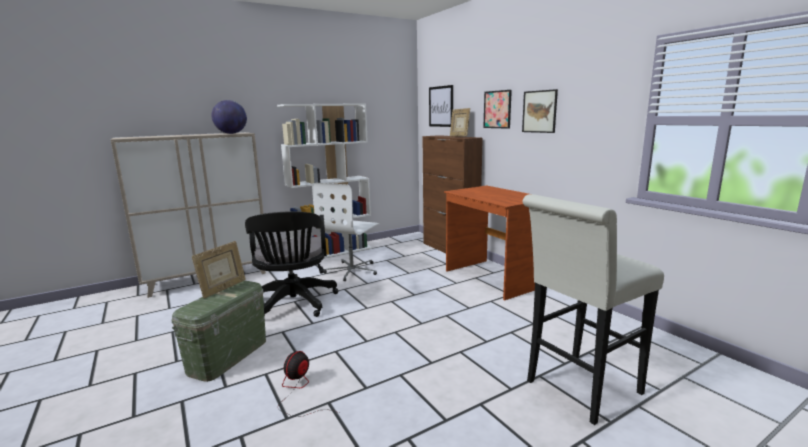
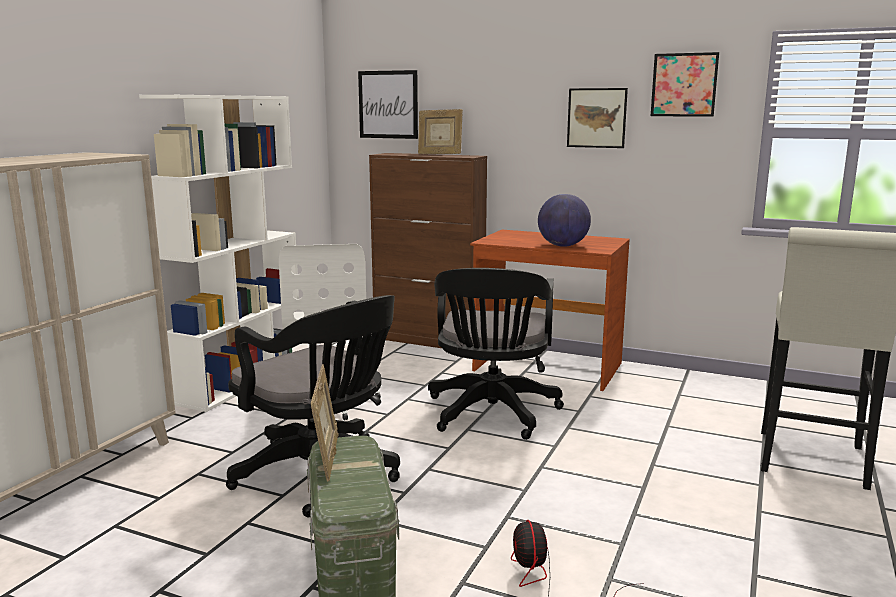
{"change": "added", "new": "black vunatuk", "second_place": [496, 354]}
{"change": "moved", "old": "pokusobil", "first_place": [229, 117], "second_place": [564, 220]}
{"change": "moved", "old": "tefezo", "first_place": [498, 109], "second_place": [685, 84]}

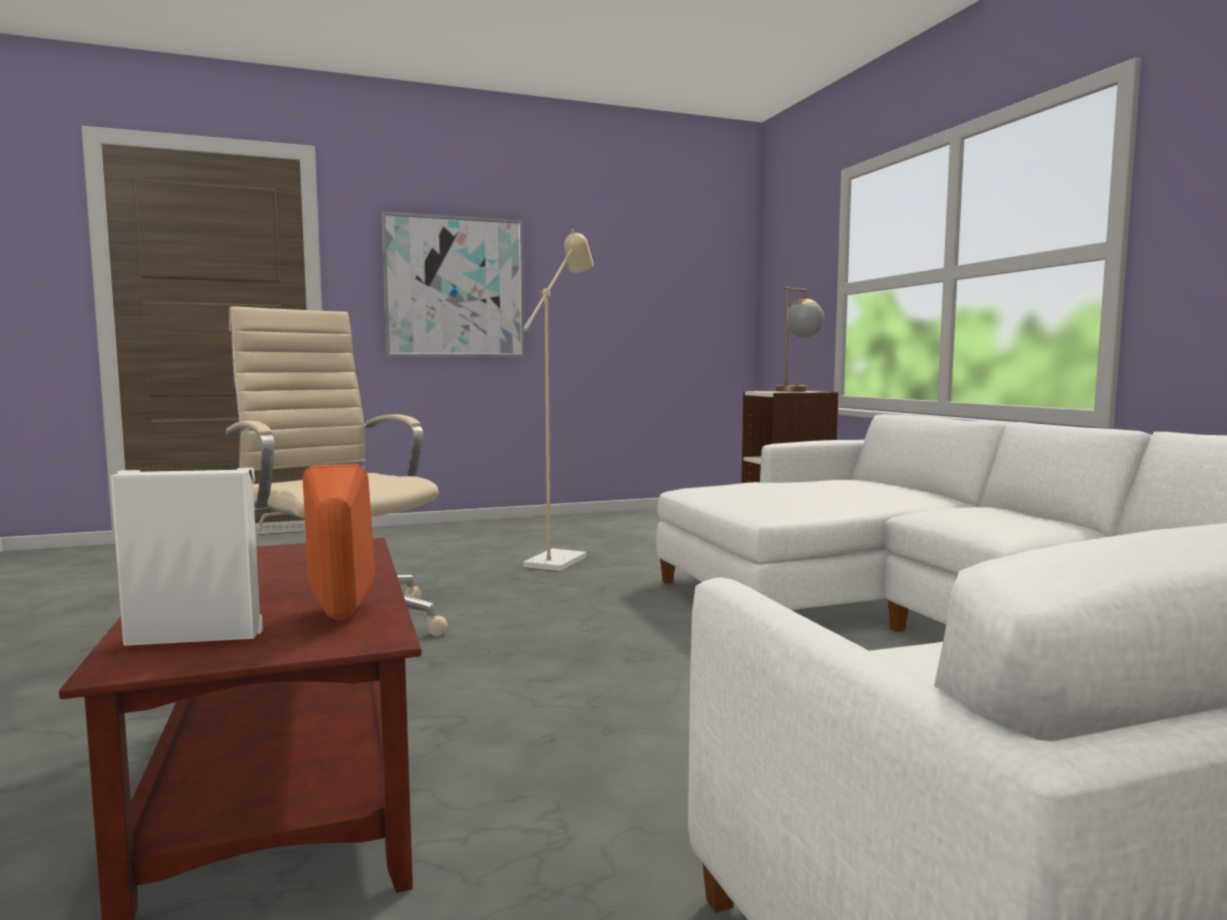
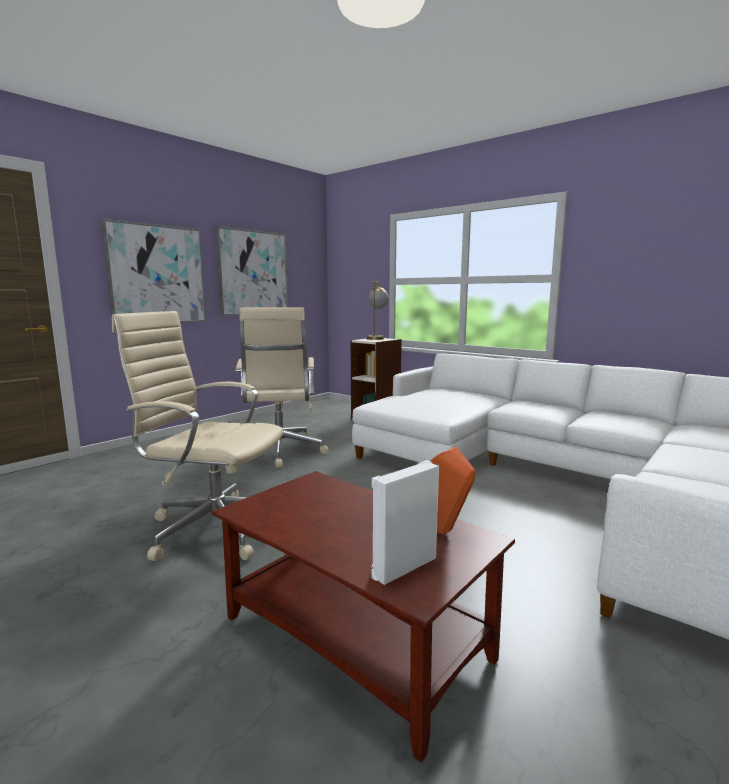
{"change": "added", "new": "tefezo", "second_place": [251, 271]}
{"change": "replaced", "old": "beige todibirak", "new": "beige vunatuk", "first_place": [558, 400], "second_place": [282, 387]}

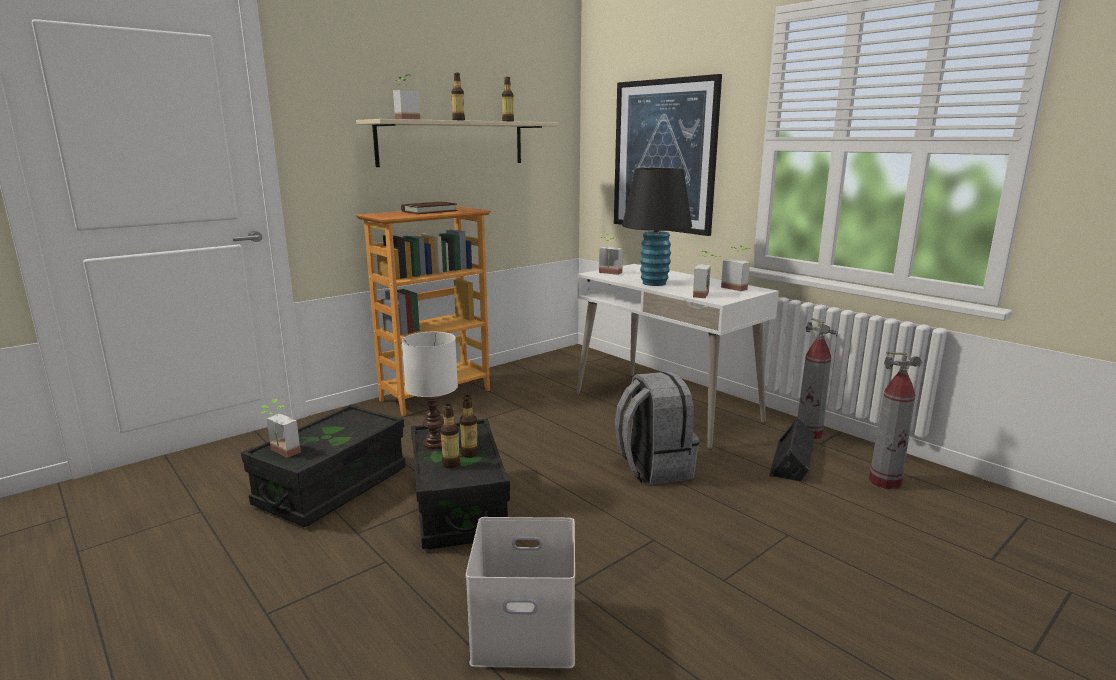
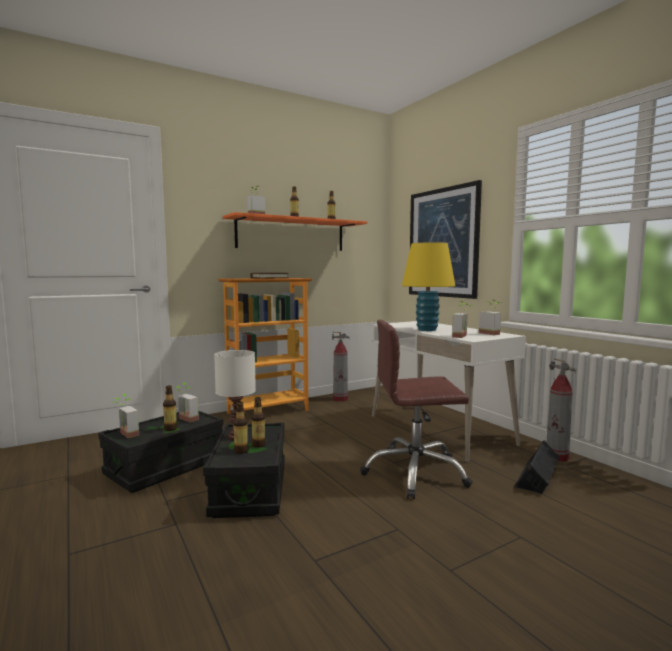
{"change": "removed", "old": "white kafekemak", "first_place": [520, 592]}
{"change": "added", "new": "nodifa", "second_place": [170, 408]}
{"change": "moved", "old": "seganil", "first_place": [611, 254], "second_place": [187, 402]}
{"change": "moved", "old": "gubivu", "first_place": [895, 420], "second_place": [340, 367]}
{"change": "replaced", "old": "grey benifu", "new": "brown vunatuk", "first_place": [657, 428], "second_place": [416, 409]}
{"change": "recoloured", "old": "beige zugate", "new": "orange zugate", "first_place": [457, 143], "second_place": [295, 231]}
{"change": "recoloured", "old": "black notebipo", "new": "yellow notebipo", "first_place": [657, 227], "second_place": [428, 286]}

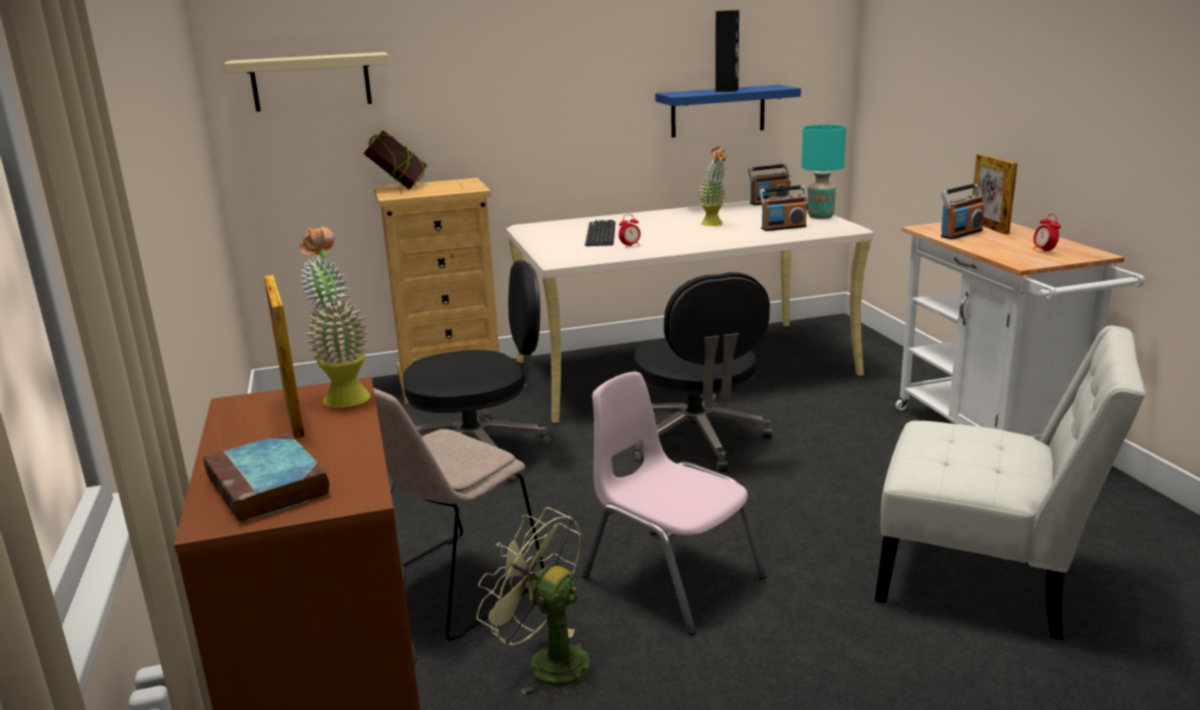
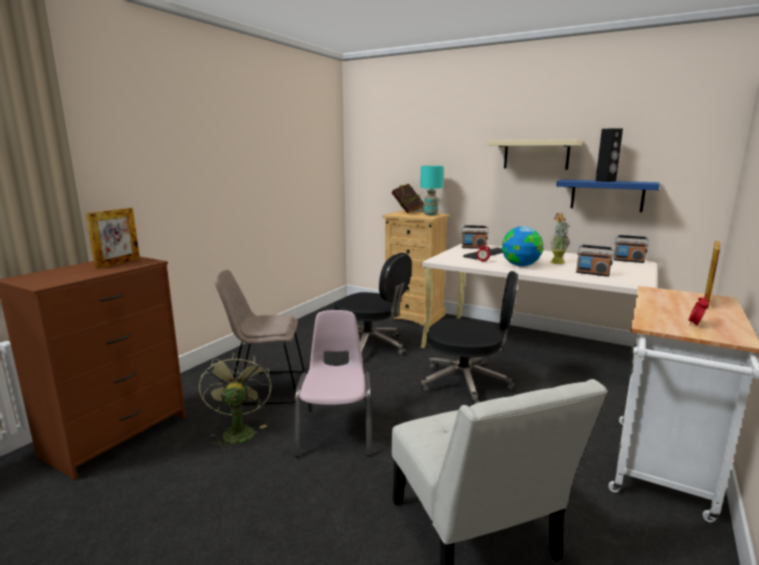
{"change": "removed", "old": "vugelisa", "first_place": [266, 478]}
{"change": "removed", "old": "seganil", "first_place": [334, 317]}
{"change": "added", "new": "pokusobil", "second_place": [523, 246]}
{"change": "moved", "old": "beige zugate", "first_place": [307, 82], "second_place": [534, 155]}
{"change": "moved", "old": "turquoise notebipo", "first_place": [823, 171], "second_place": [432, 190]}
{"change": "moved", "old": "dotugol", "first_place": [963, 211], "second_place": [474, 237]}
{"change": "turned", "old": "black vunatuk", "first_place": [702, 372], "second_place": [469, 338], "degrees": -105}

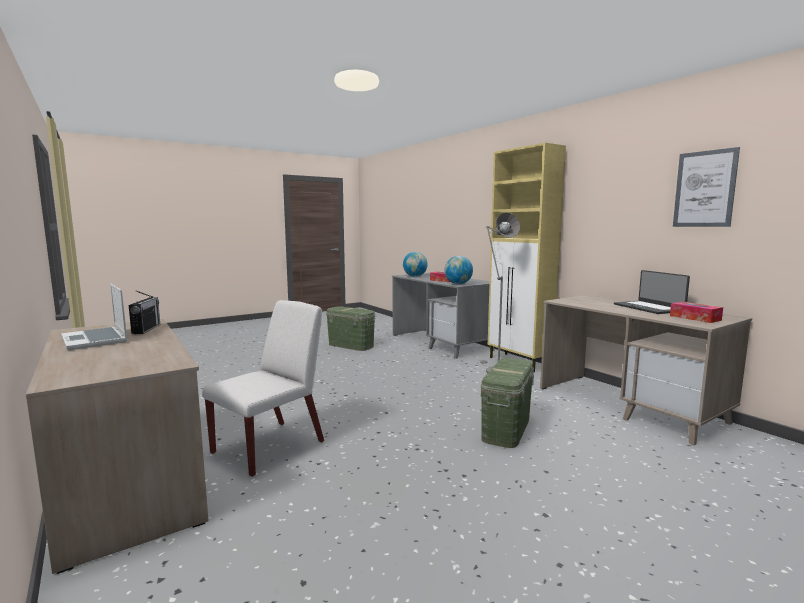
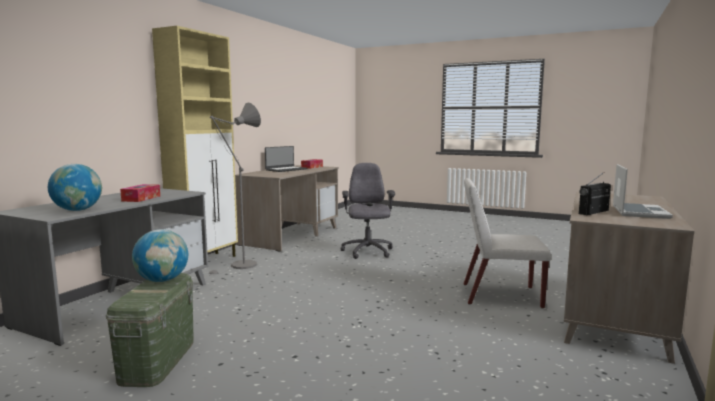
{"change": "removed", "old": "tefezo", "first_place": [706, 187]}
{"change": "moved", "old": "pokusobil", "first_place": [459, 270], "second_place": [160, 255]}
{"change": "replaced", "old": "green kafekemak", "new": "grey vunatuk", "first_place": [507, 403], "second_place": [368, 211]}

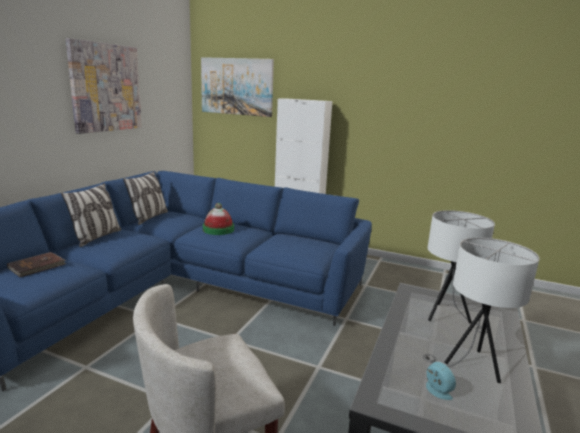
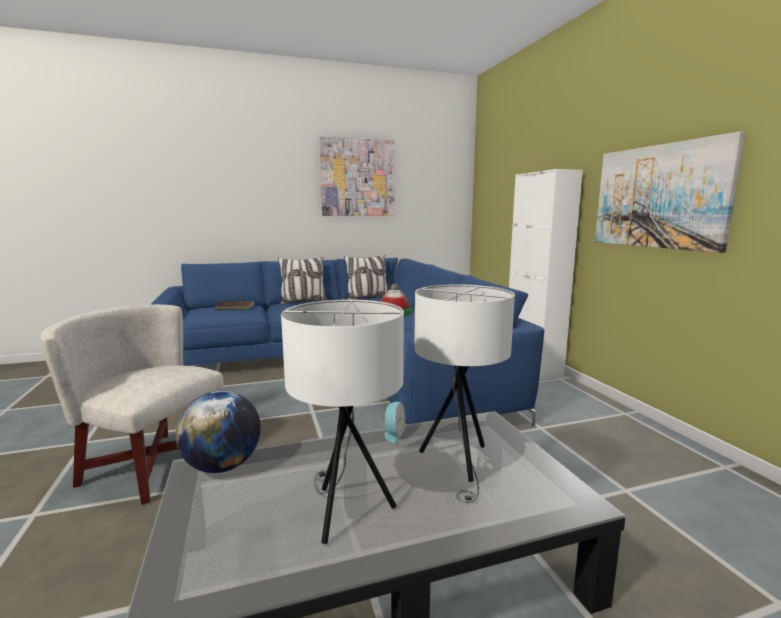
{"change": "added", "new": "pokusobil", "second_place": [218, 432]}
{"change": "moved", "old": "tefezo", "first_place": [237, 87], "second_place": [670, 192]}
{"change": "moved", "old": "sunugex", "first_place": [441, 381], "second_place": [394, 422]}

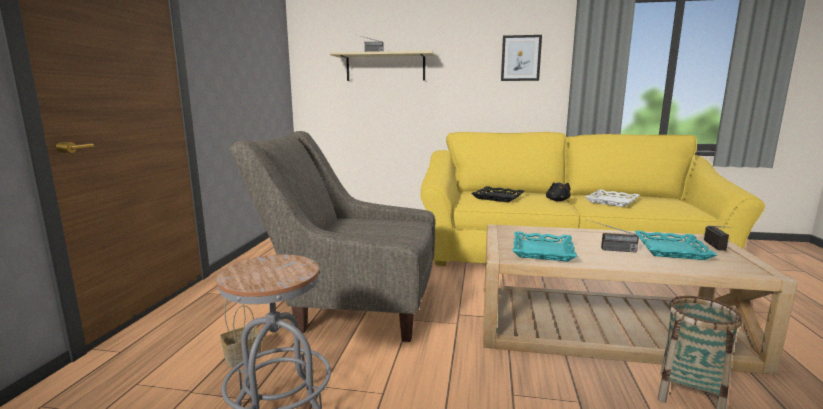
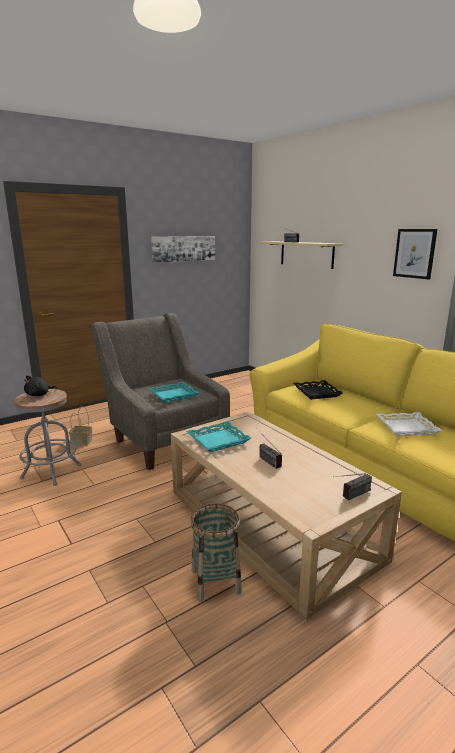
{"change": "added", "new": "tefezo", "second_place": [183, 249]}
{"change": "moved", "old": "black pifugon", "first_place": [558, 191], "second_place": [40, 386]}
{"change": "moved", "old": "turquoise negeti", "first_place": [675, 245], "second_place": [174, 392]}

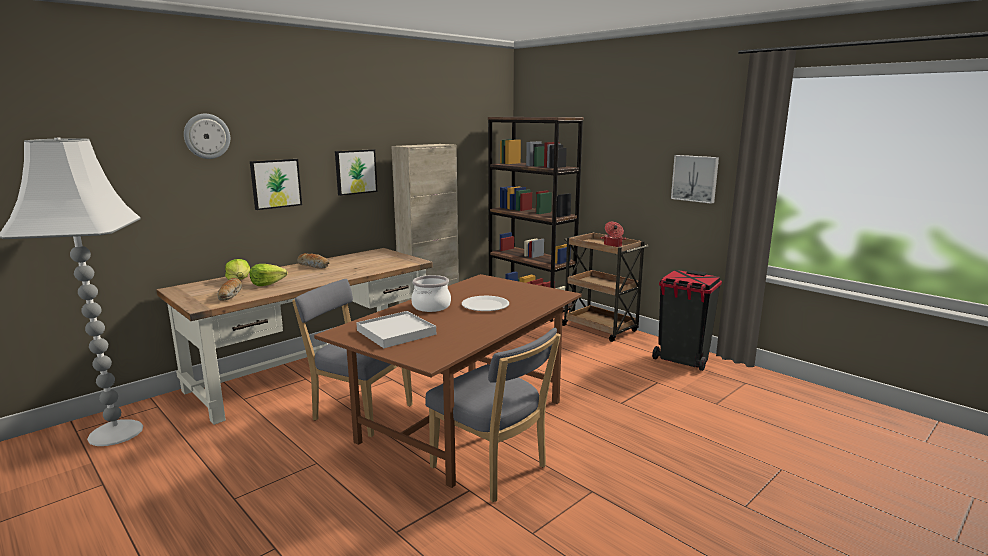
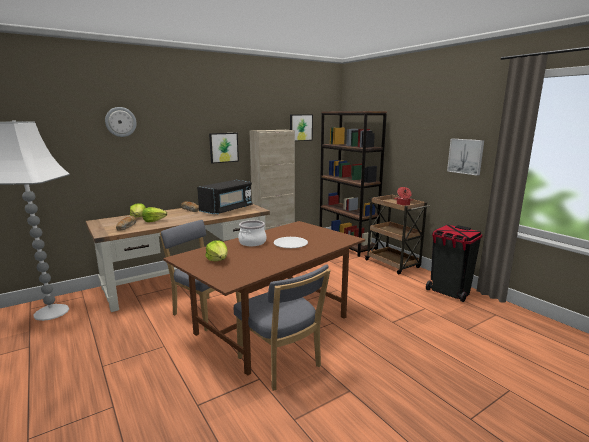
{"change": "added", "new": "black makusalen", "second_place": [224, 197]}
{"change": "moved", "old": "tefezo", "first_place": [276, 184], "second_place": [301, 127]}
{"change": "replaced", "old": "white negeti", "new": "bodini", "first_place": [396, 329], "second_place": [216, 250]}

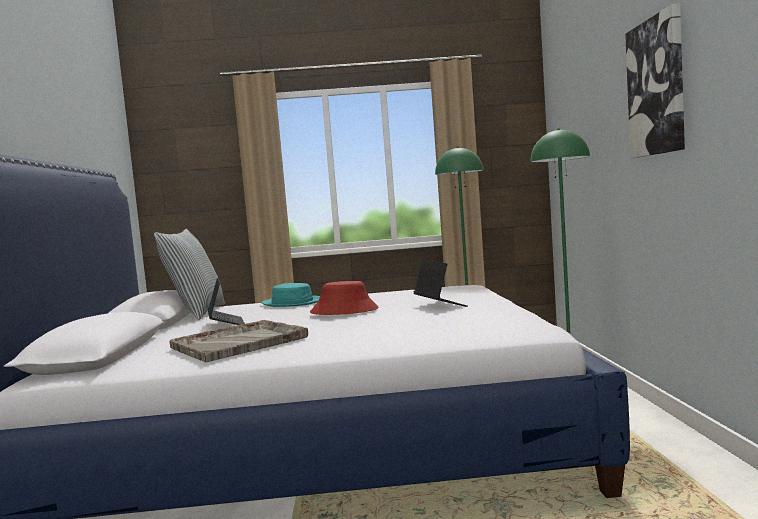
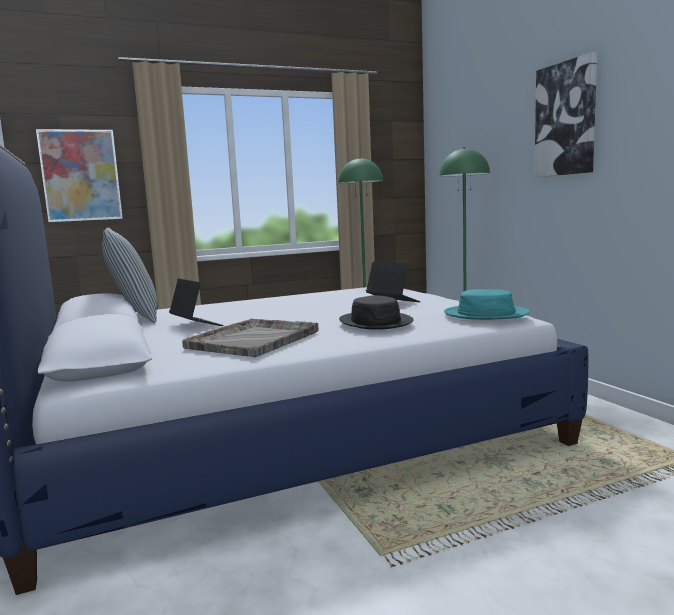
{"change": "removed", "old": "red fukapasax", "first_place": [344, 298]}
{"change": "added", "new": "tefezo", "second_place": [79, 175]}
{"change": "added", "new": "black fukapasax", "second_place": [376, 312]}
{"change": "moved", "old": "turquoise fukapasax", "first_place": [291, 295], "second_place": [487, 304]}

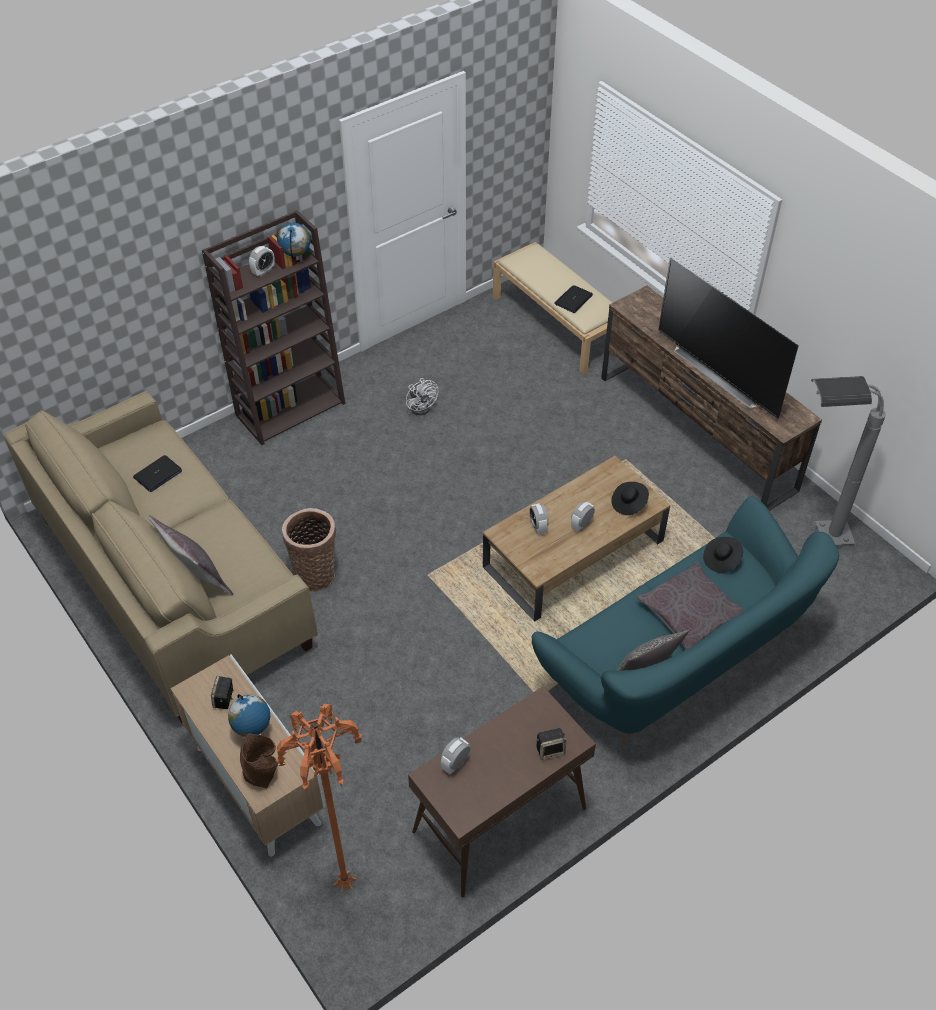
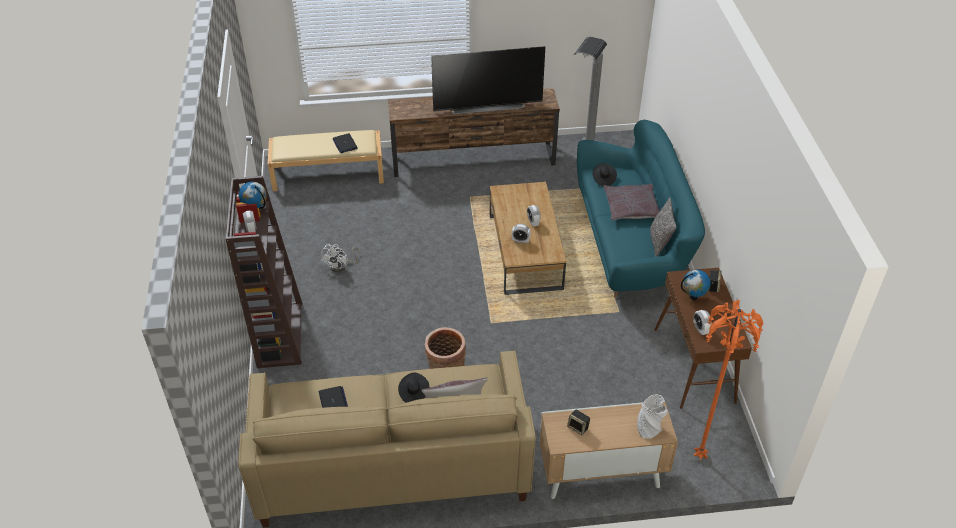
{"change": "moved", "old": "pokusobil", "first_place": [249, 715], "second_place": [696, 285]}
{"change": "moved", "old": "black fukapasax", "first_place": [630, 498], "second_place": [414, 388]}
{"change": "recoloured", "old": "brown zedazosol", "new": "grey zedazosol", "first_place": [259, 760], "second_place": [652, 416]}
{"change": "turned", "old": "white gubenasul", "first_place": [422, 396], "second_place": [340, 258], "degrees": 105}

